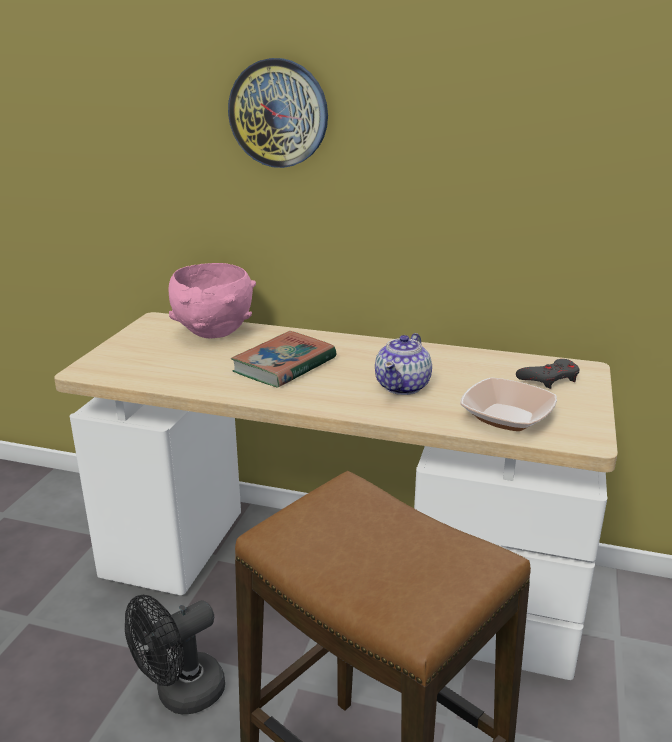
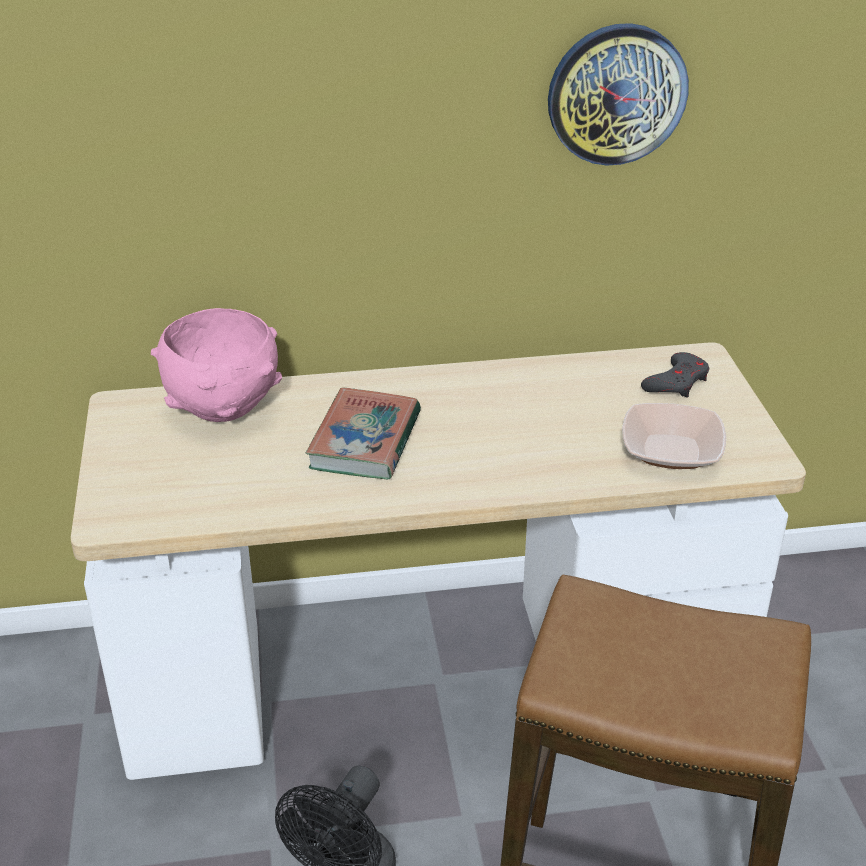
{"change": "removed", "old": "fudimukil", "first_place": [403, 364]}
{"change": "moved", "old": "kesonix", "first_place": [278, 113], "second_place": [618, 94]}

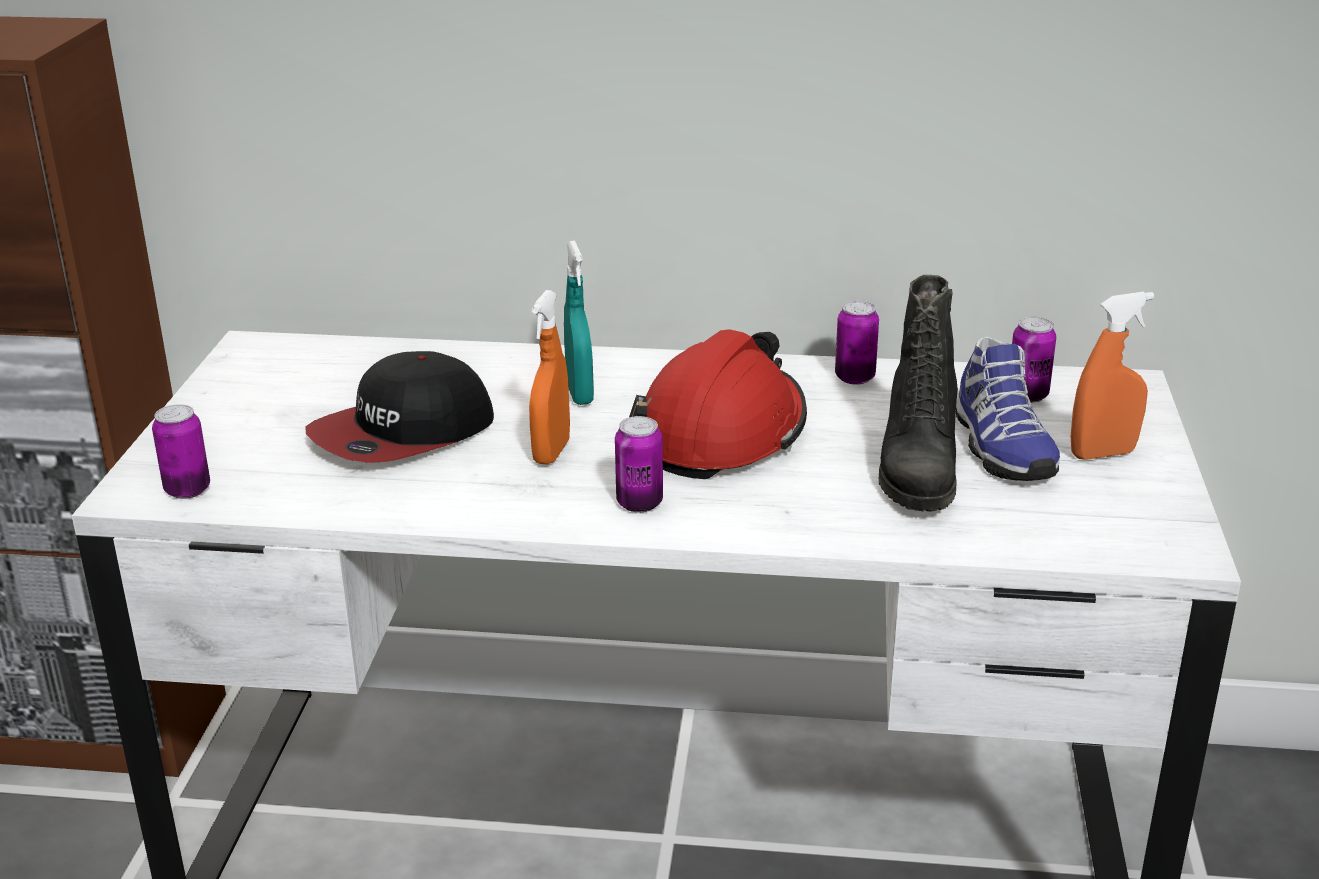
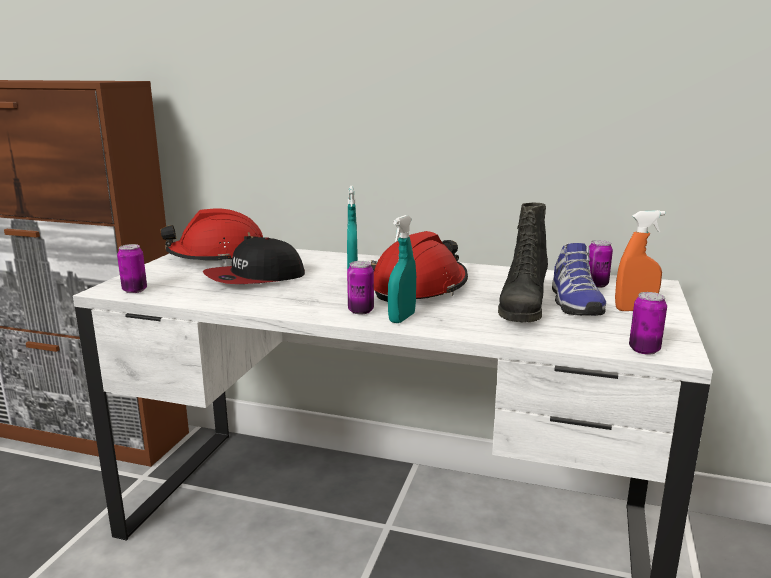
{"change": "removed", "old": "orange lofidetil", "first_place": [549, 377]}
{"change": "added", "new": "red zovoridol", "second_place": [212, 235]}
{"change": "added", "new": "turquoise lofidetil", "second_place": [402, 269]}
{"change": "moved", "old": "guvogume", "first_place": [857, 343], "second_place": [648, 323]}

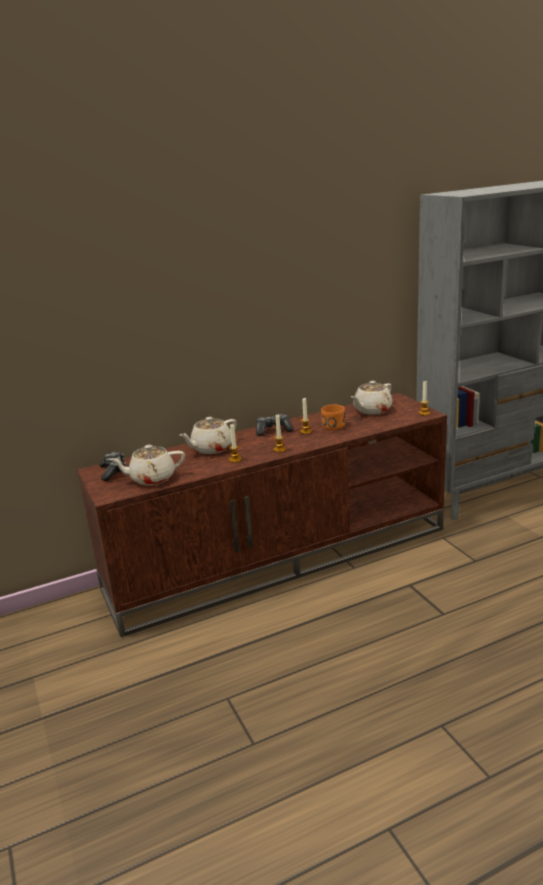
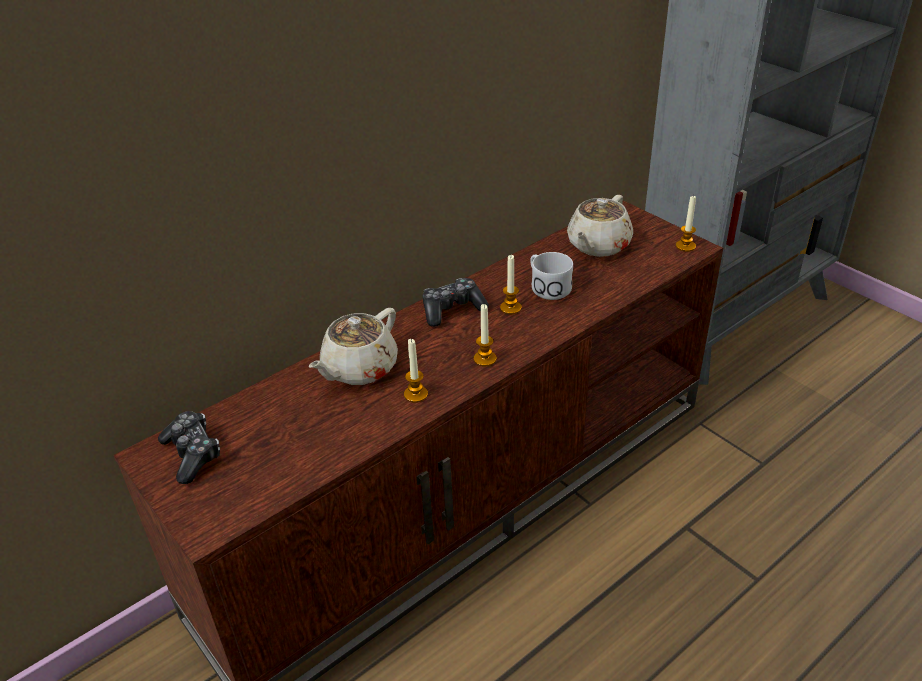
{"change": "removed", "old": "beige fudimukil", "first_place": [147, 465]}
{"change": "recoloured", "old": "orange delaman", "new": "white delaman", "first_place": [333, 417], "second_place": [551, 276]}

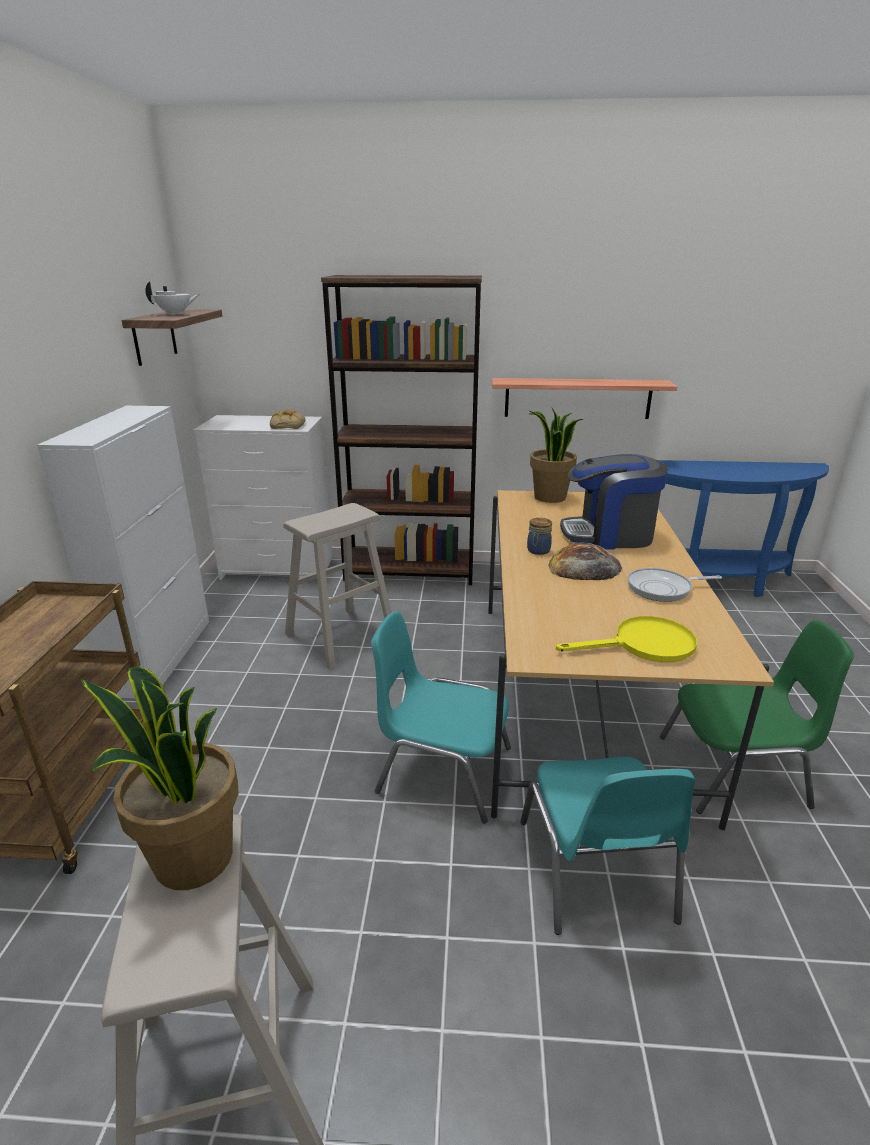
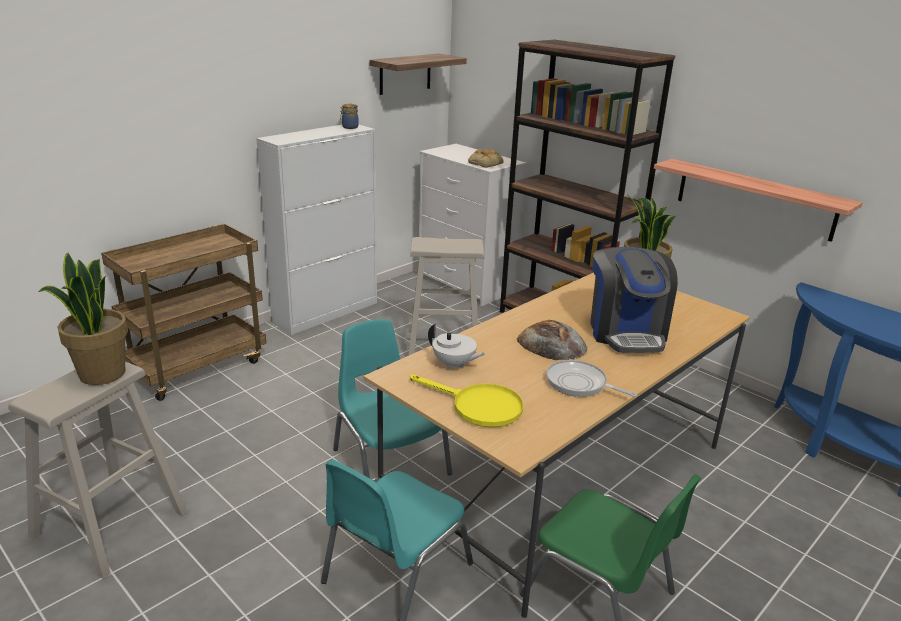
{"change": "moved", "old": "white fudimukil", "first_place": [172, 298], "second_place": [456, 346]}
{"change": "moved", "old": "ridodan", "first_place": [539, 536], "second_place": [349, 116]}
{"change": "turned", "old": "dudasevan", "first_place": [614, 502], "second_place": [634, 300], "degrees": -135}

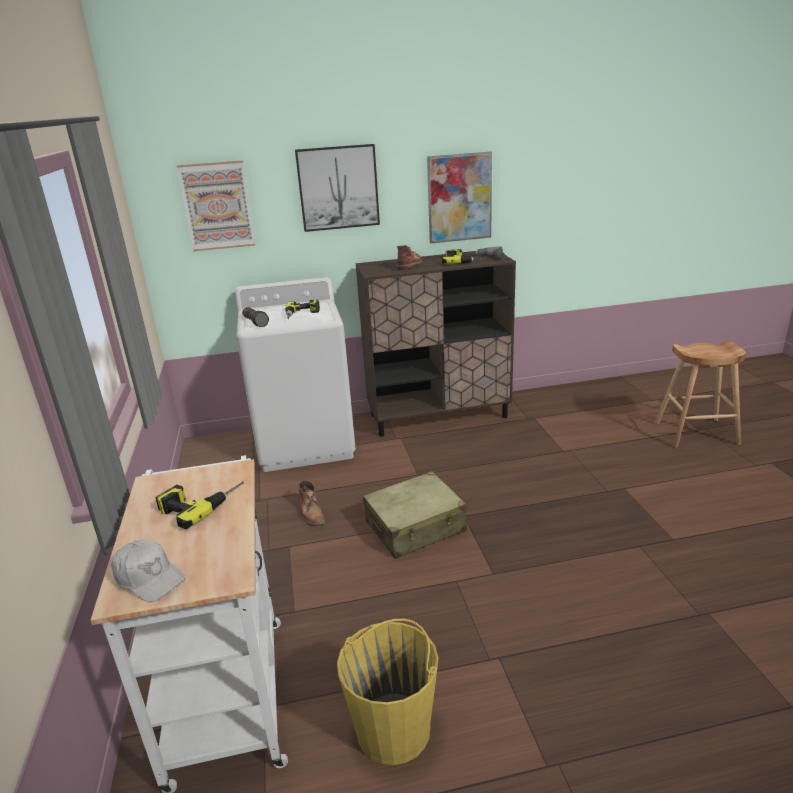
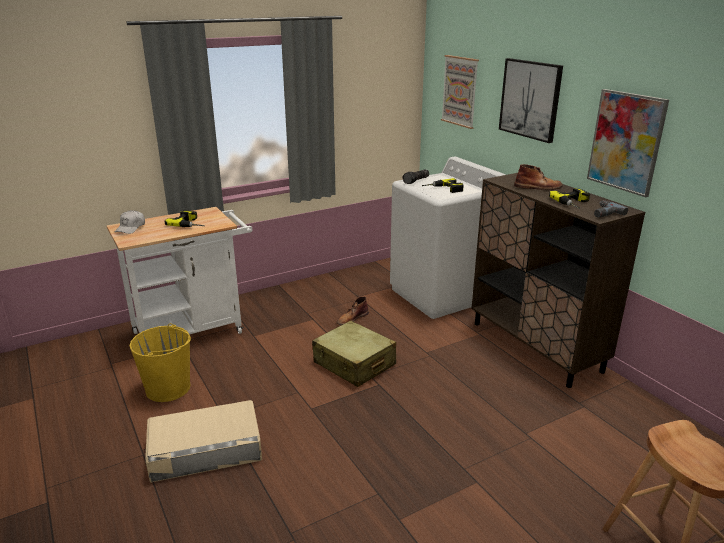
{"change": "added", "new": "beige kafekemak", "second_place": [203, 441]}

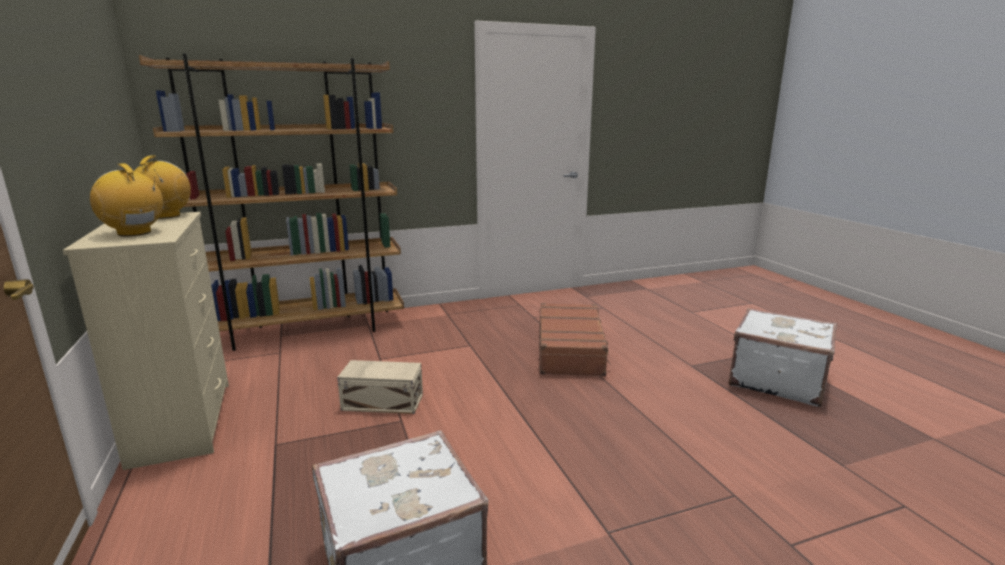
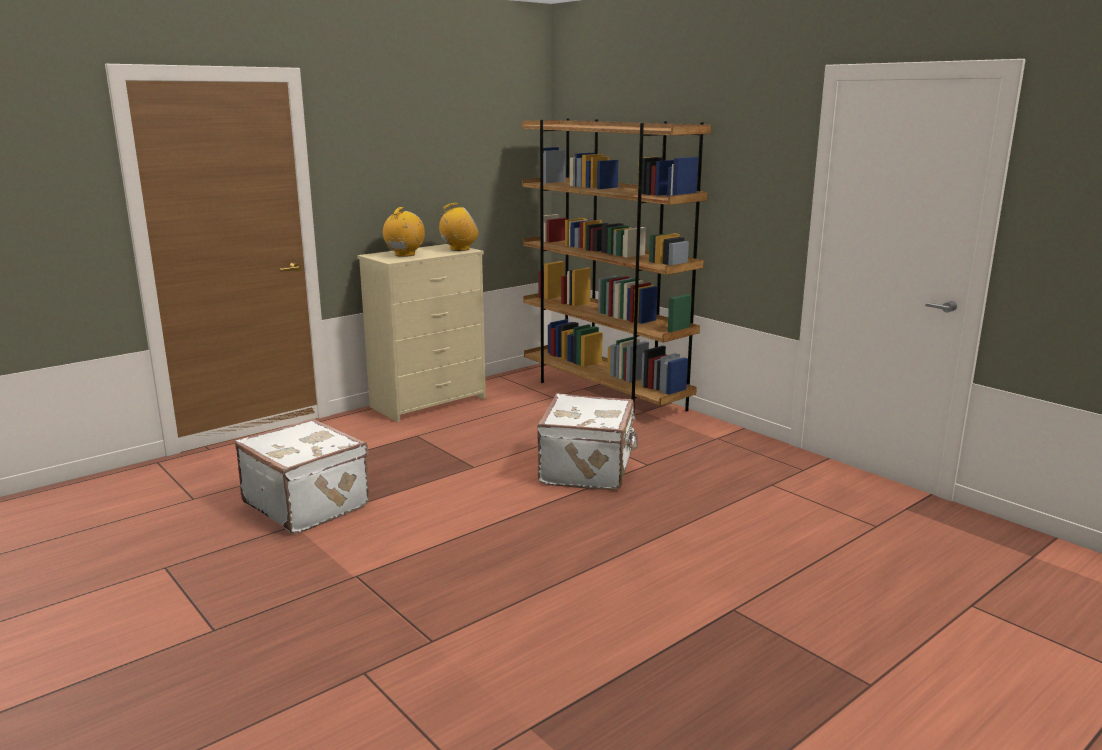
{"change": "removed", "old": "beige kafekemak", "first_place": [380, 387]}
{"change": "removed", "old": "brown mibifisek", "first_place": [575, 339]}
{"change": "moved", "old": "white mibifisek", "first_place": [783, 357], "second_place": [587, 442]}

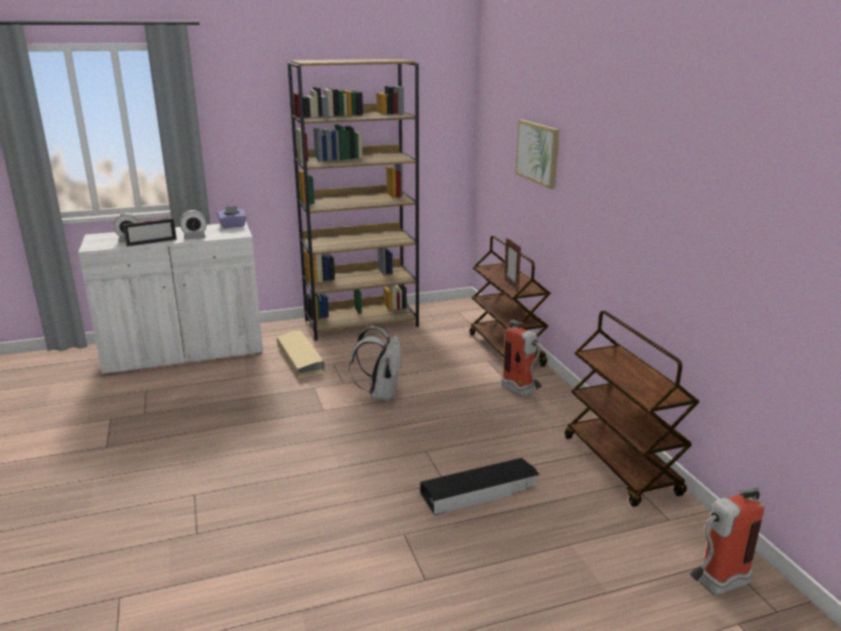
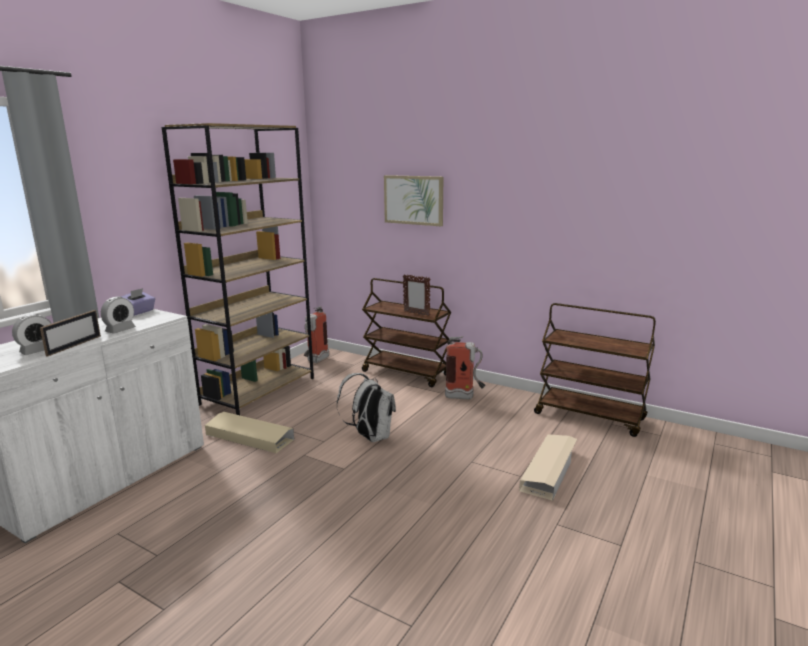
{"change": "moved", "old": "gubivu", "first_place": [727, 540], "second_place": [316, 334]}
{"change": "recoloured", "old": "black kafekemak", "new": "beige kafekemak", "first_place": [479, 486], "second_place": [548, 467]}

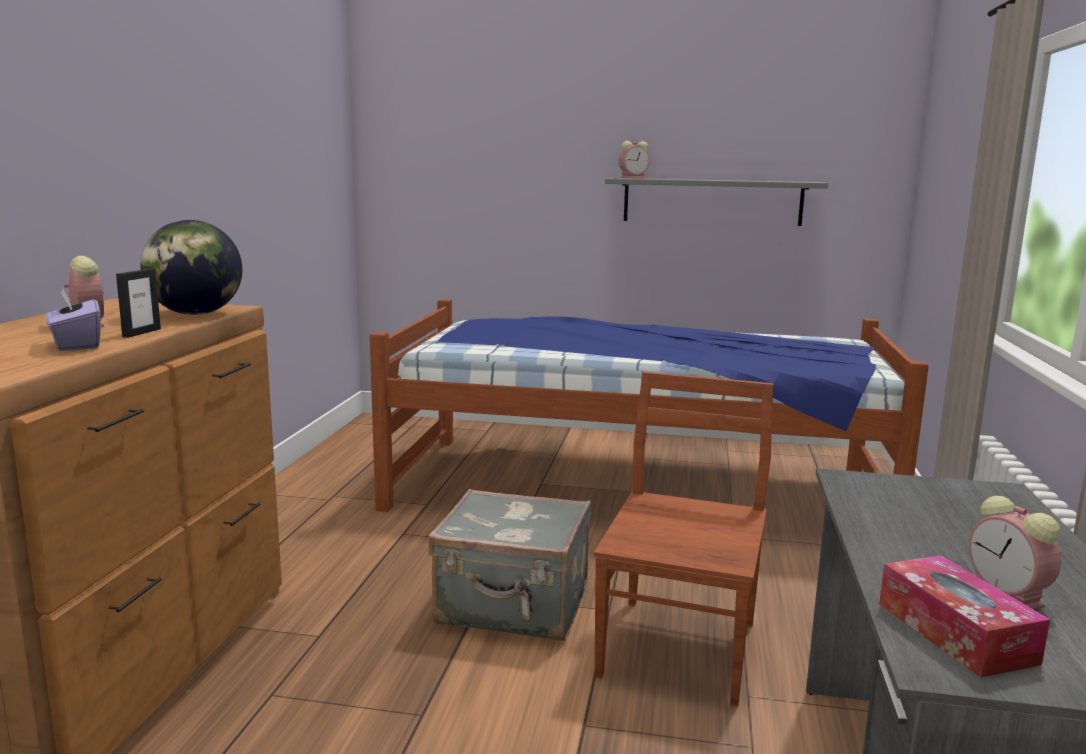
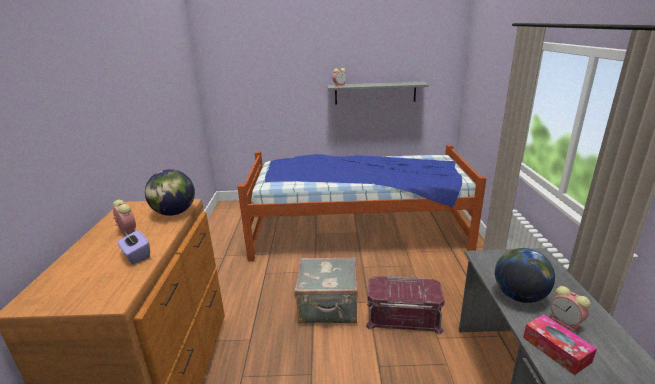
{"change": "removed", "old": "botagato", "first_place": [138, 303]}
{"change": "added", "new": "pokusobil", "second_place": [525, 275]}
{"change": "replaced", "old": "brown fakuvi", "new": "red kafekemak", "first_place": [683, 538], "second_place": [405, 305]}

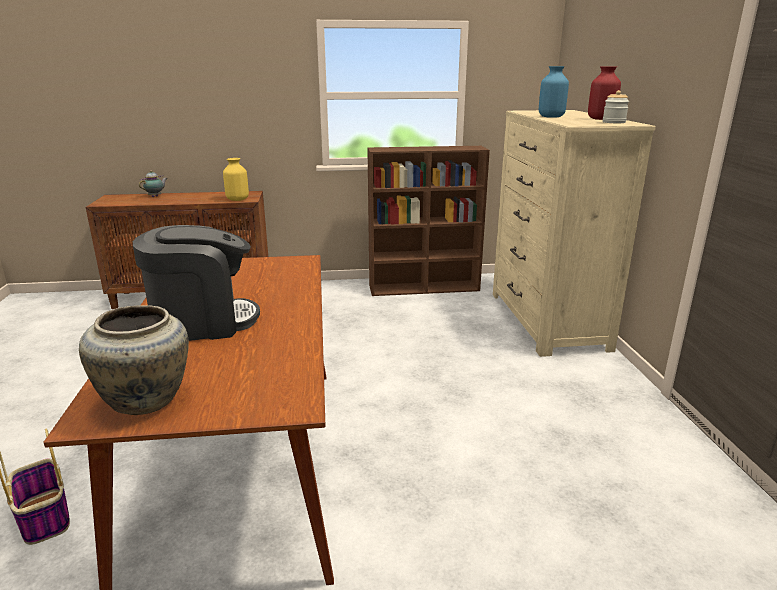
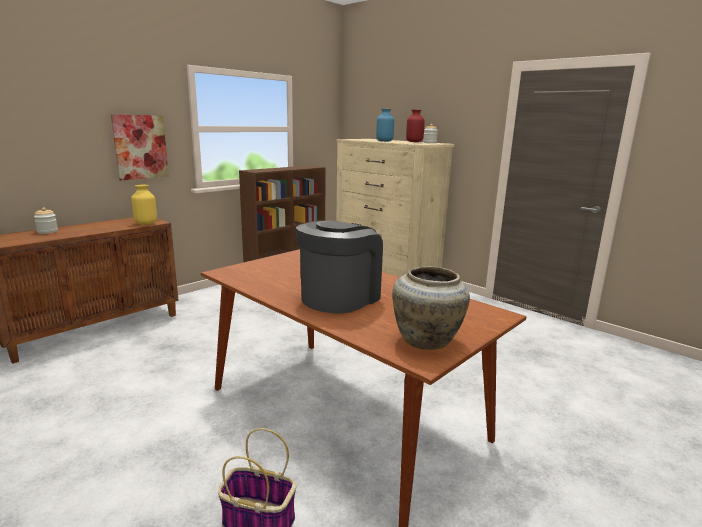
{"change": "added", "new": "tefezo", "second_place": [140, 147]}
{"change": "replaced", "old": "fudimukil", "new": "ridodan", "first_place": [153, 183], "second_place": [46, 221]}

